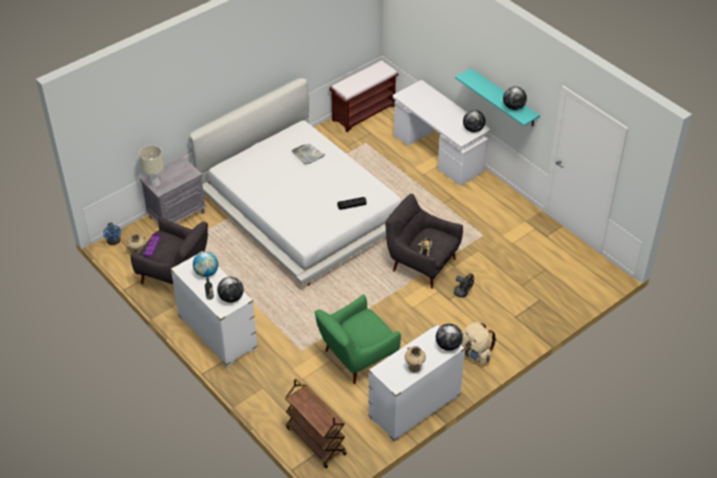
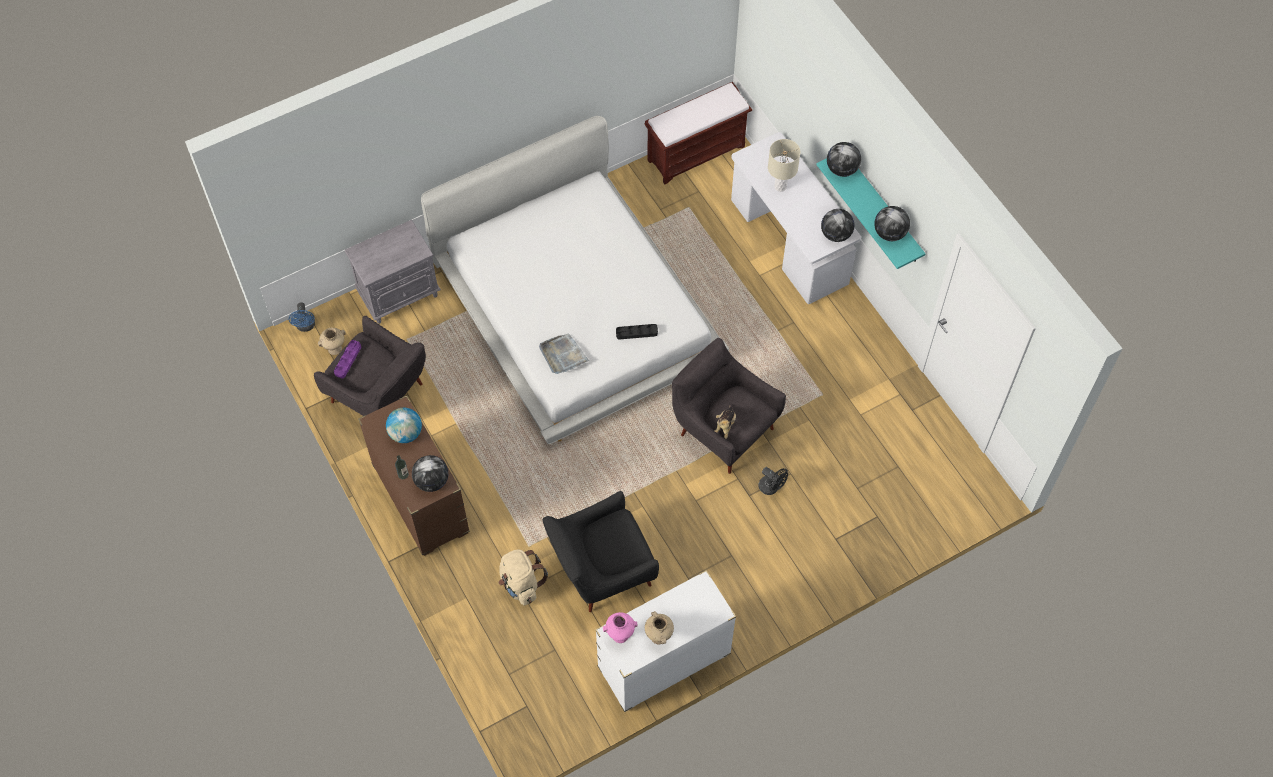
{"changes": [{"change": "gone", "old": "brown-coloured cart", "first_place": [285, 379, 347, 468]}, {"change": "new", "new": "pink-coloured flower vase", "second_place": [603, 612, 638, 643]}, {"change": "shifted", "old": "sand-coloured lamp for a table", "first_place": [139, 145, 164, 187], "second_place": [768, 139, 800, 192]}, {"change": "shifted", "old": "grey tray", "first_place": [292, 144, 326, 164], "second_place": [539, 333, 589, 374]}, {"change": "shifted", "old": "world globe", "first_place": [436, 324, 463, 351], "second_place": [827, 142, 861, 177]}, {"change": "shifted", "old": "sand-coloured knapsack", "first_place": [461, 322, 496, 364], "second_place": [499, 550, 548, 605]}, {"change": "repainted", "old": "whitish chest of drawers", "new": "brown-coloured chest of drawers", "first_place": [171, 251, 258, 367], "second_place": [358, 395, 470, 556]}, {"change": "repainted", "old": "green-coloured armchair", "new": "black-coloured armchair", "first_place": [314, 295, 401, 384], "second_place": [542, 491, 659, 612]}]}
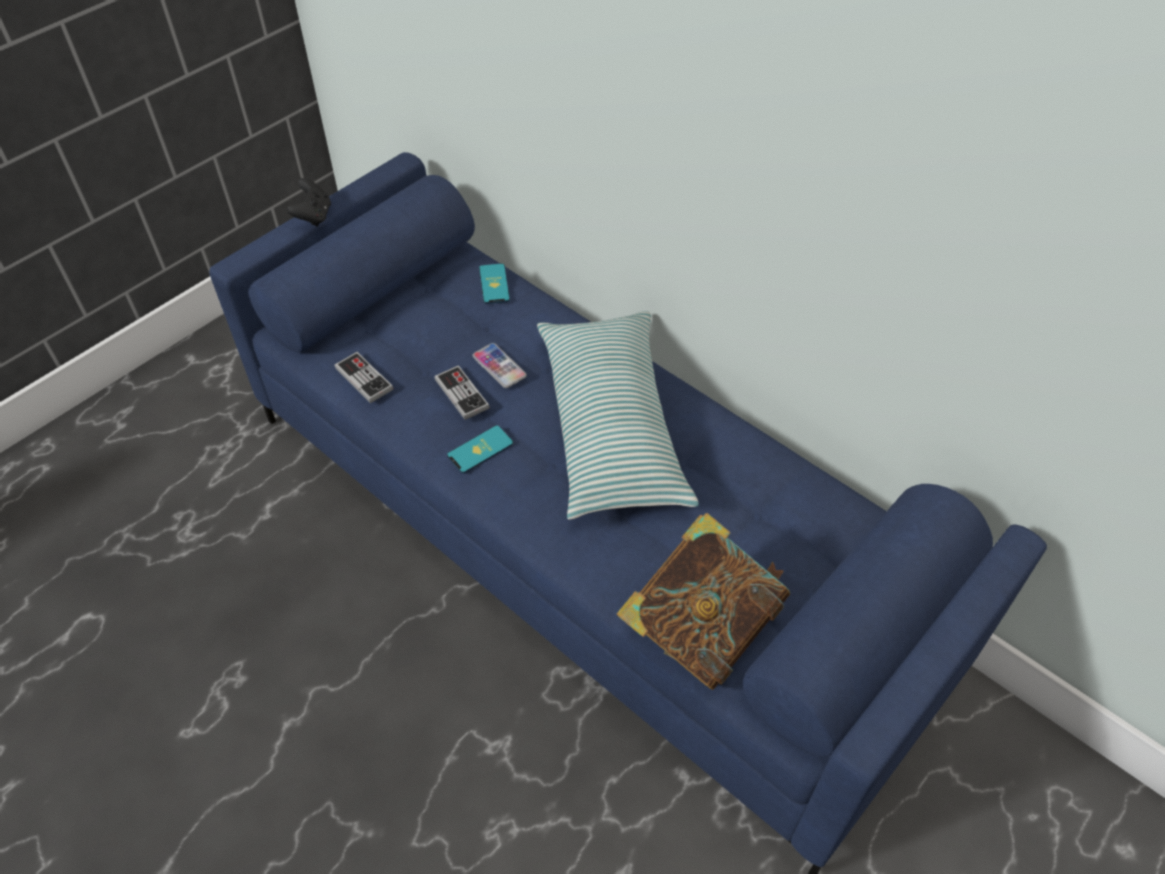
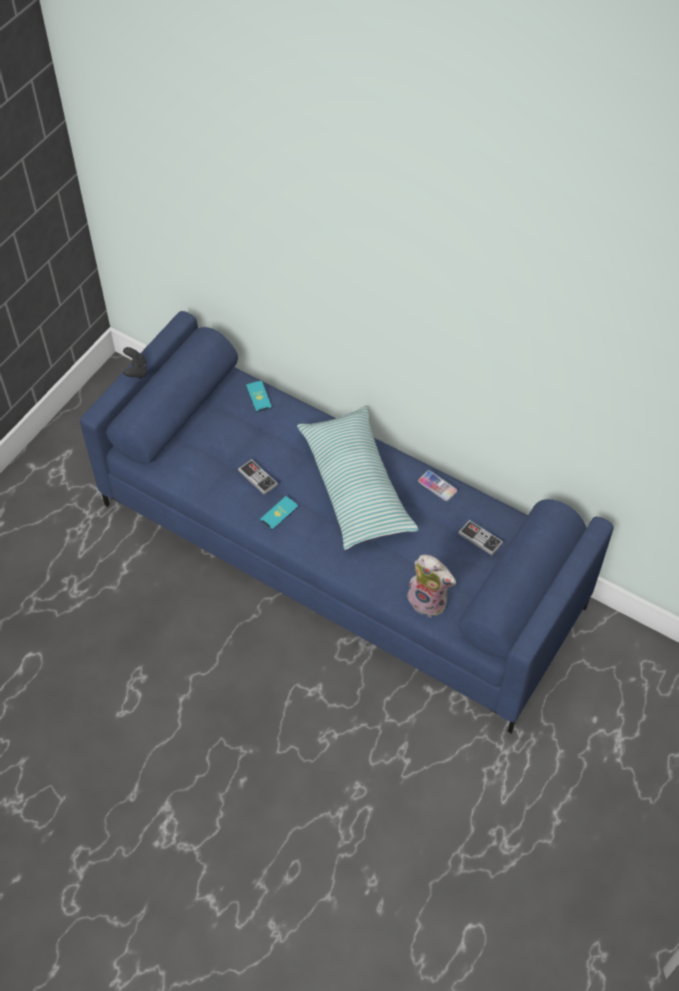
{"changes": [{"change": "shifted", "old": "joypad", "first_place": [335, 352, 393, 403], "second_place": [458, 520, 503, 556]}, {"change": "shifted", "old": "phone", "first_place": [473, 343, 527, 388], "second_place": [418, 470, 457, 501]}, {"change": "swapped", "old": "volume", "new": "cuddly toy", "first_place": [617, 513, 790, 690], "second_place": [407, 555, 456, 618]}]}
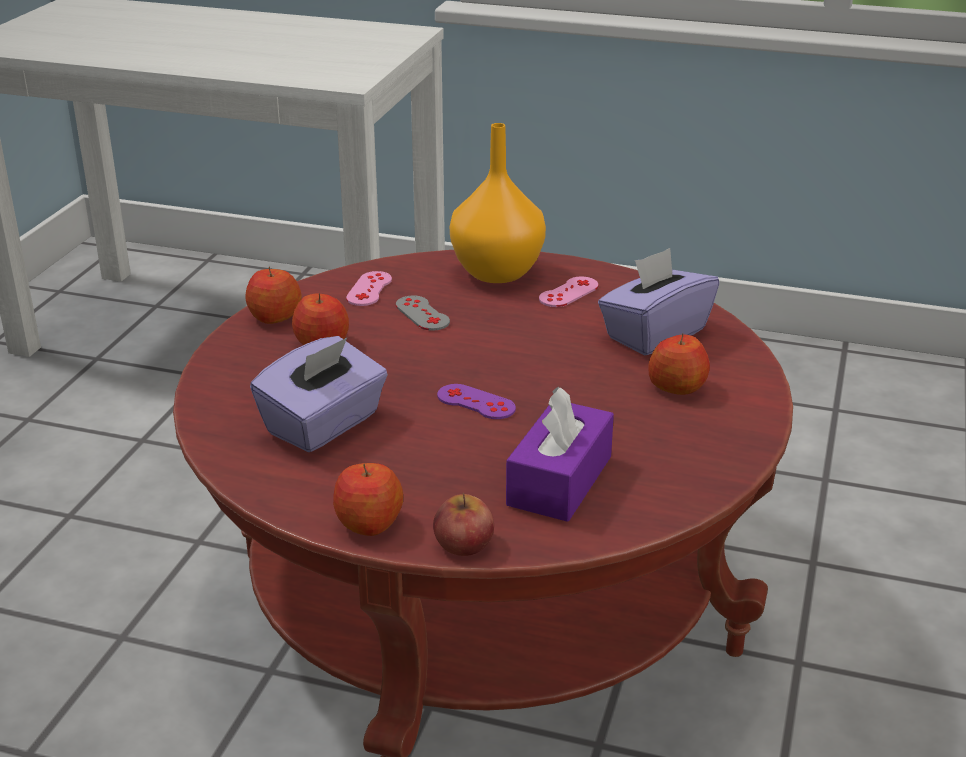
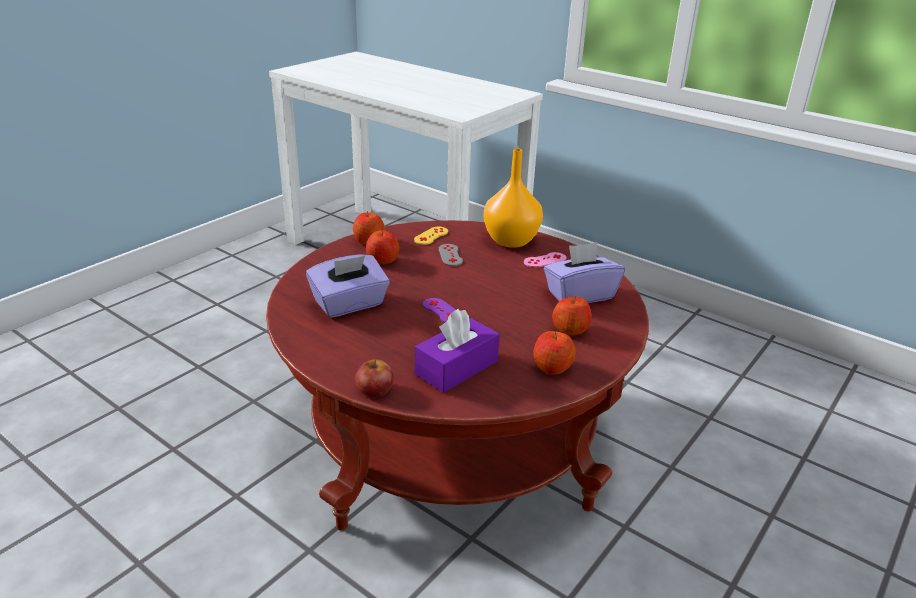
{"changes": [{"change": "shifted", "old": "apple", "first_place": [333, 463, 403, 536], "second_place": [533, 331, 576, 375]}, {"change": "repainted", "old": "pink-coloured joypad", "new": "yellow joypad", "first_place": [346, 271, 392, 306], "second_place": [414, 227, 448, 245]}]}
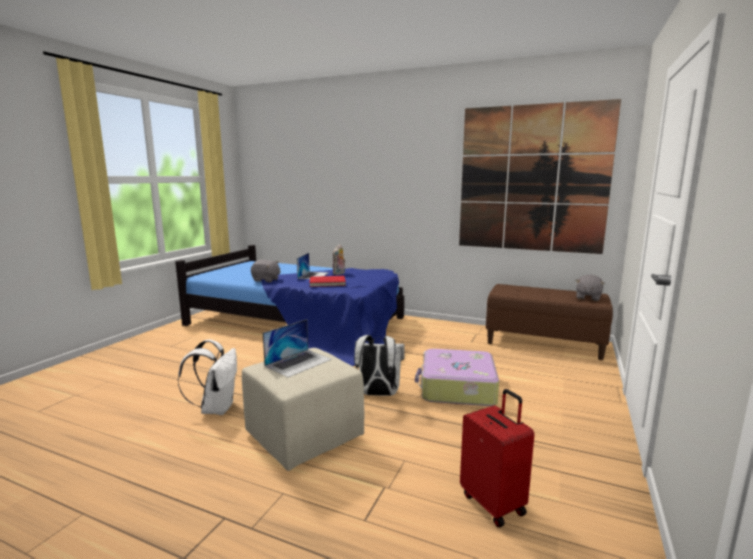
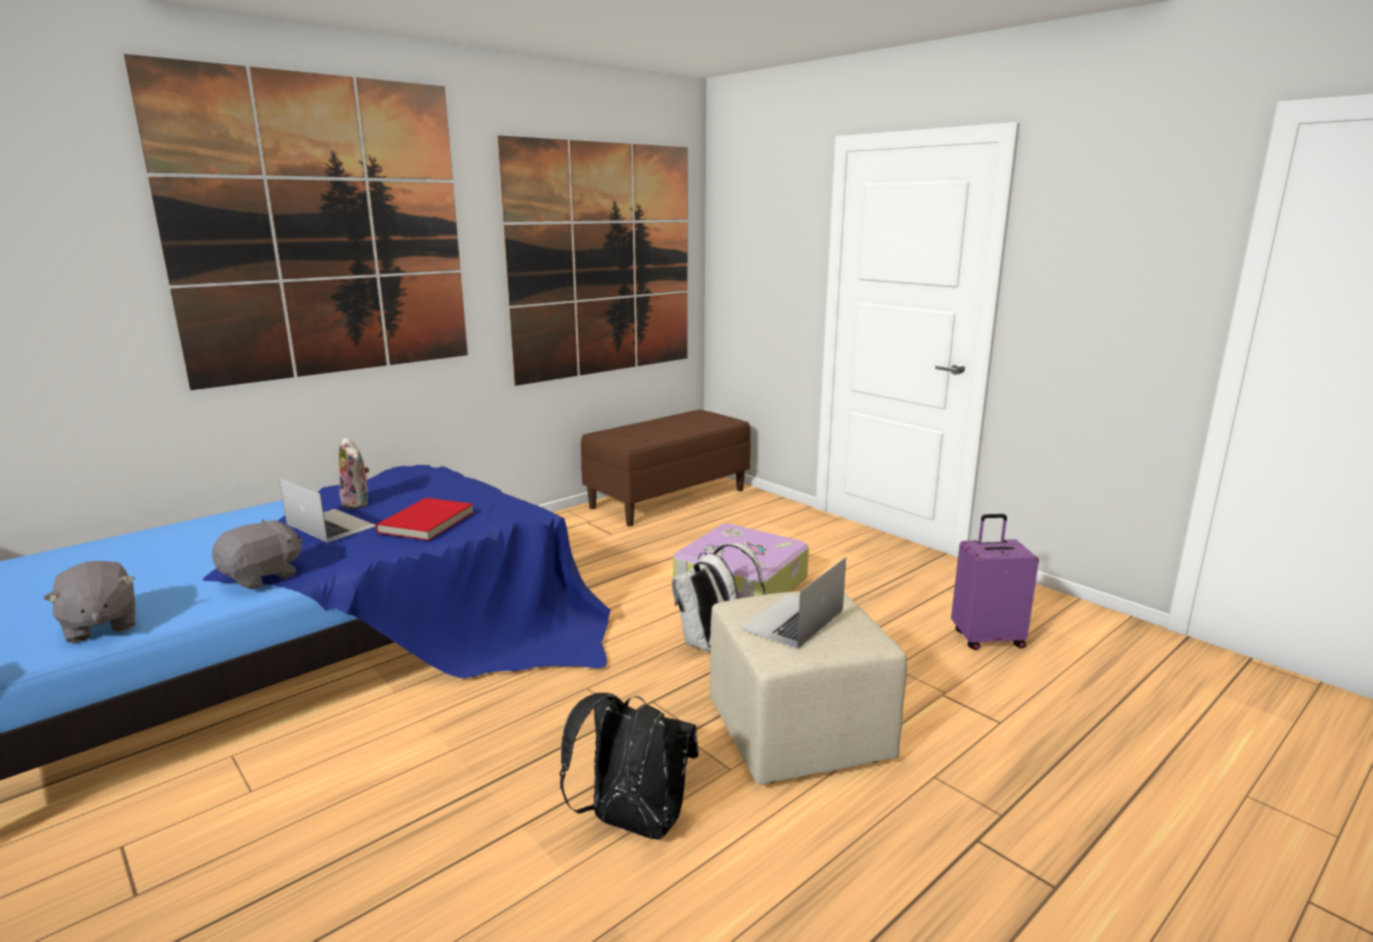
{"changes": [{"change": "new", "new": "wall art", "second_place": [124, 54, 468, 390]}, {"change": "shifted", "old": "grey cuddly toy", "first_place": [575, 275, 605, 301], "second_place": [43, 561, 135, 642]}, {"change": "repainted", "old": "whitish knapsack", "new": "black-coloured knapsack", "first_place": [178, 340, 237, 415], "second_place": [559, 693, 698, 840]}, {"change": "repainted", "old": "red-coloured suitcase", "new": "purple suitcase", "first_place": [460, 389, 535, 527], "second_place": [951, 514, 1039, 650]}, {"change": "rotated", "old": "portable computer", "first_place": [263, 319, 332, 377], "second_place": [741, 557, 846, 649], "degrees": -120}]}
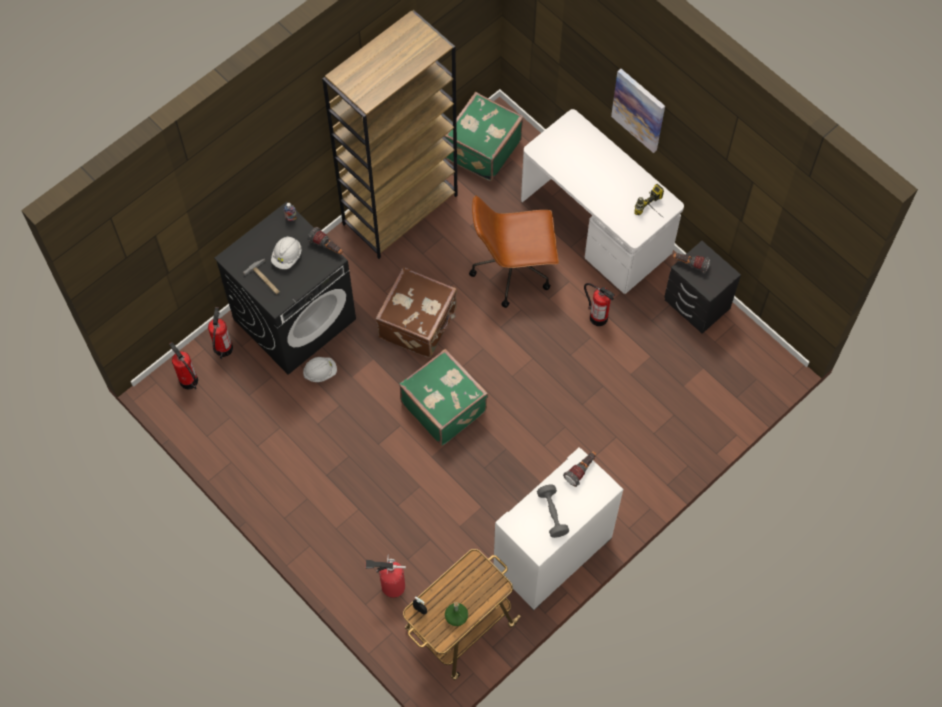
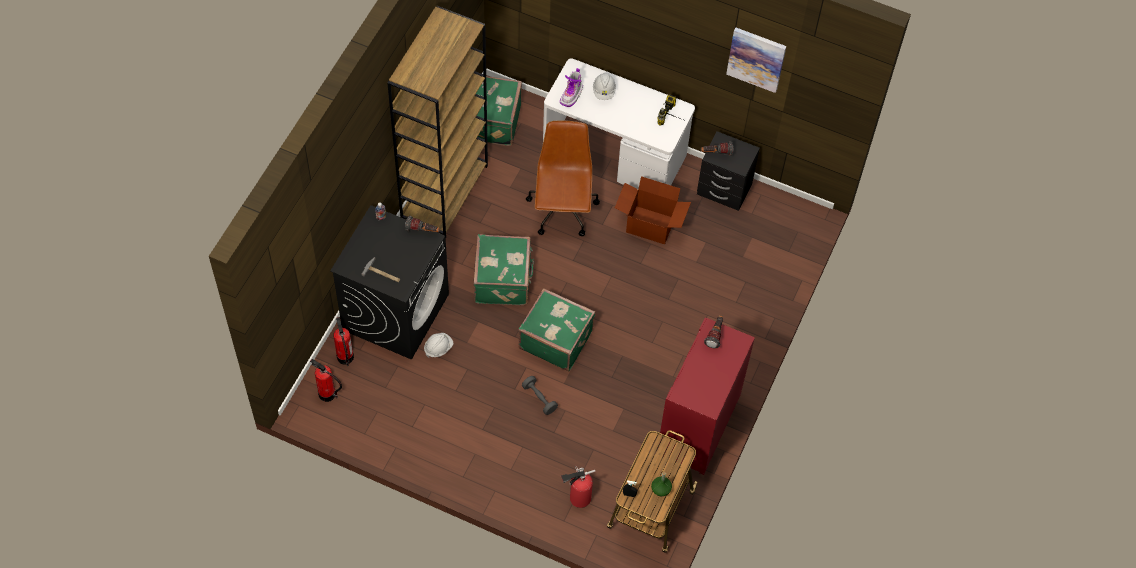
{"changes": [{"change": "new", "new": "boot", "second_place": [560, 68, 583, 107]}, {"change": "shifted", "old": "whitish work helmet", "first_place": [271, 236, 301, 269], "second_place": [593, 73, 616, 100]}, {"change": "shifted", "old": "grey dumbbell", "first_place": [537, 484, 569, 538], "second_place": [522, 376, 558, 415]}, {"change": "shifted", "old": "wall art", "first_place": [611, 69, 665, 153], "second_place": [726, 27, 786, 93]}, {"change": "swapped", "old": "fire extinguisher", "new": "packing box", "first_place": [584, 283, 615, 326], "second_place": [615, 176, 691, 244]}, {"change": "repainted", "old": "brown-coloured suitcase", "new": "green-coloured suitcase", "first_place": [375, 267, 457, 358], "second_place": [474, 234, 535, 305]}, {"change": "repainted", "old": "whitish cupboard", "new": "red-coloured cupboard", "first_place": [494, 447, 623, 610], "second_place": [657, 318, 755, 475]}, {"change": "rotated", "old": "brown-coloured desk chair", "first_place": [469, 195, 559, 308], "second_place": [526, 121, 600, 236], "degrees": 120}]}
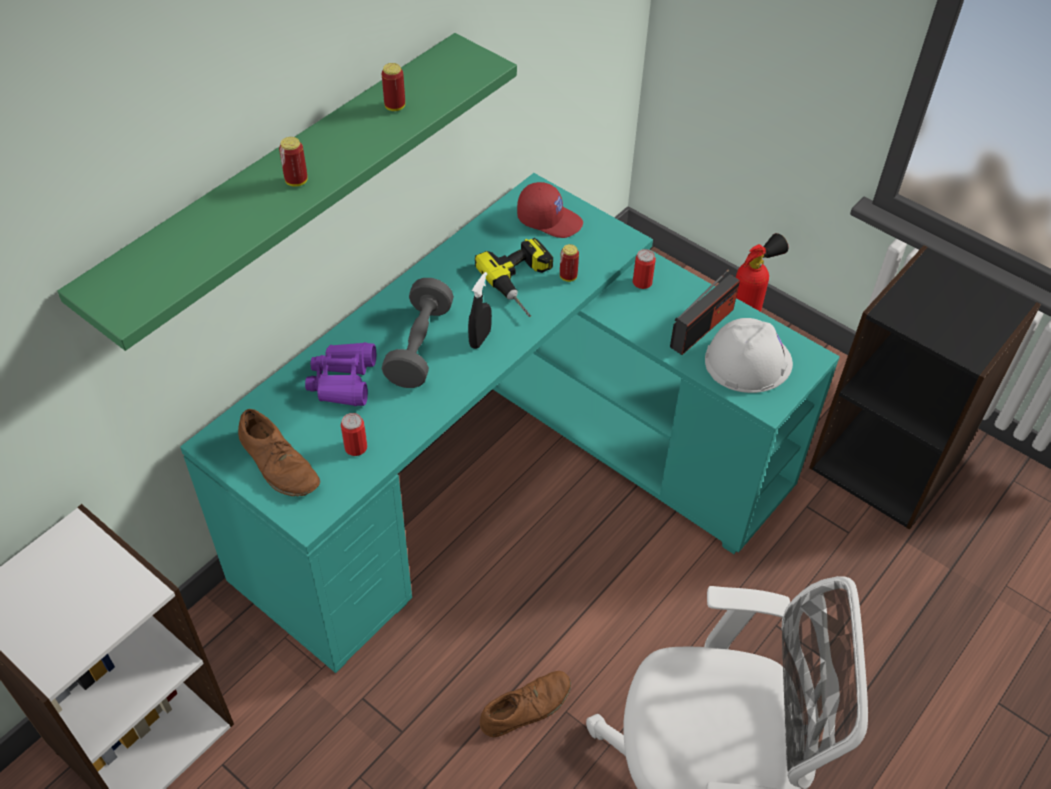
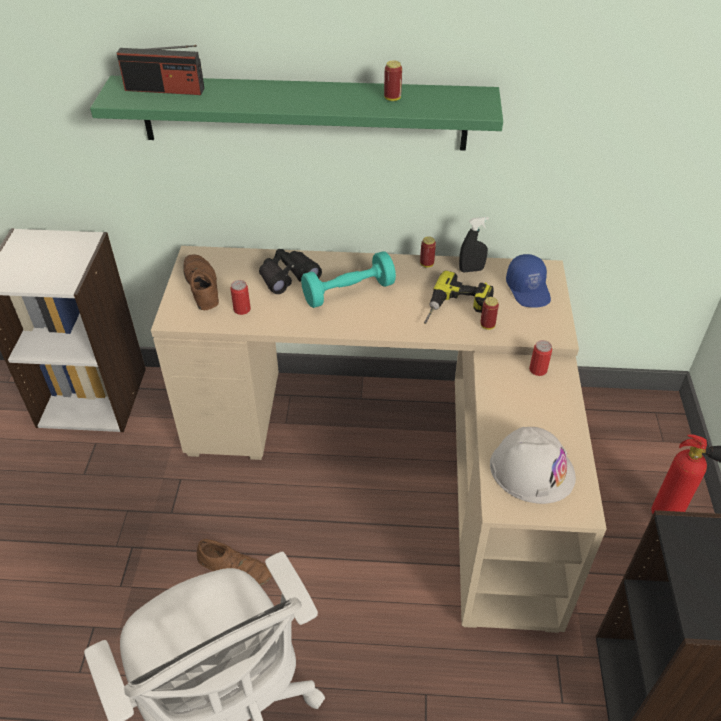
{"changes": [{"change": "shifted", "old": "can", "first_place": [279, 137, 308, 187], "second_place": [420, 236, 436, 268]}, {"change": "shifted", "old": "black-coloured hand sprayer", "first_place": [468, 272, 492, 349], "second_place": [459, 217, 489, 273]}, {"change": "shifted", "old": "radio receiver", "first_place": [670, 269, 740, 355], "second_place": [117, 45, 205, 95]}, {"change": "repainted", "old": "turquoise-coloured desk unit", "new": "sand-coloured desk unit", "first_place": [180, 173, 840, 673], "second_place": [151, 246, 607, 633]}, {"change": "repainted", "old": "purple field glasses", "new": "black-coloured field glasses", "first_place": [305, 342, 376, 406], "second_place": [259, 249, 322, 294]}, {"change": "repainted", "old": "grey dumbbell", "new": "turquoise-coloured dumbbell", "first_place": [382, 278, 454, 388], "second_place": [301, 251, 396, 308]}, {"change": "repainted", "old": "red-coloured cap", "new": "blue cap", "first_place": [517, 182, 583, 238], "second_place": [506, 254, 551, 308]}, {"change": "rotated", "old": "brown-coloured low shoe", "first_place": [238, 409, 320, 496], "second_place": [183, 254, 219, 310], "degrees": 150}]}
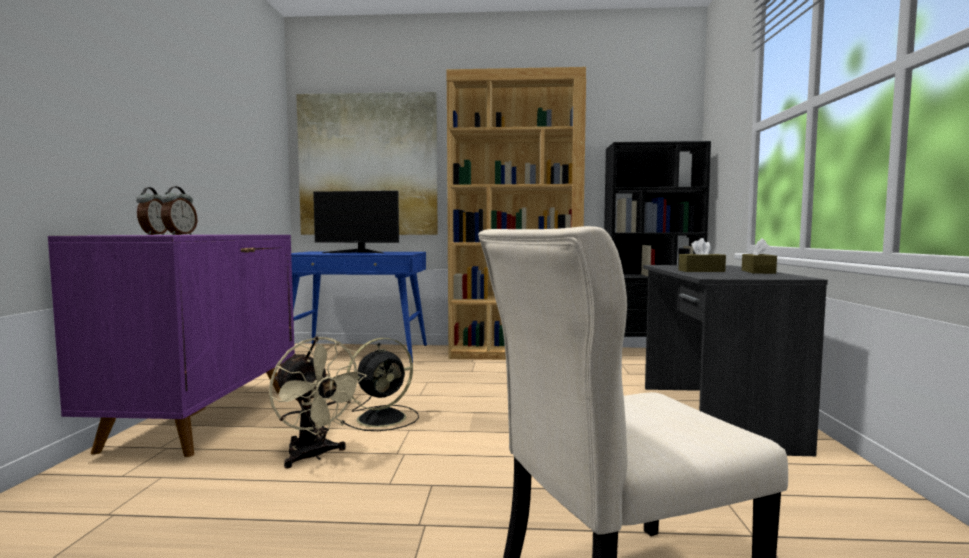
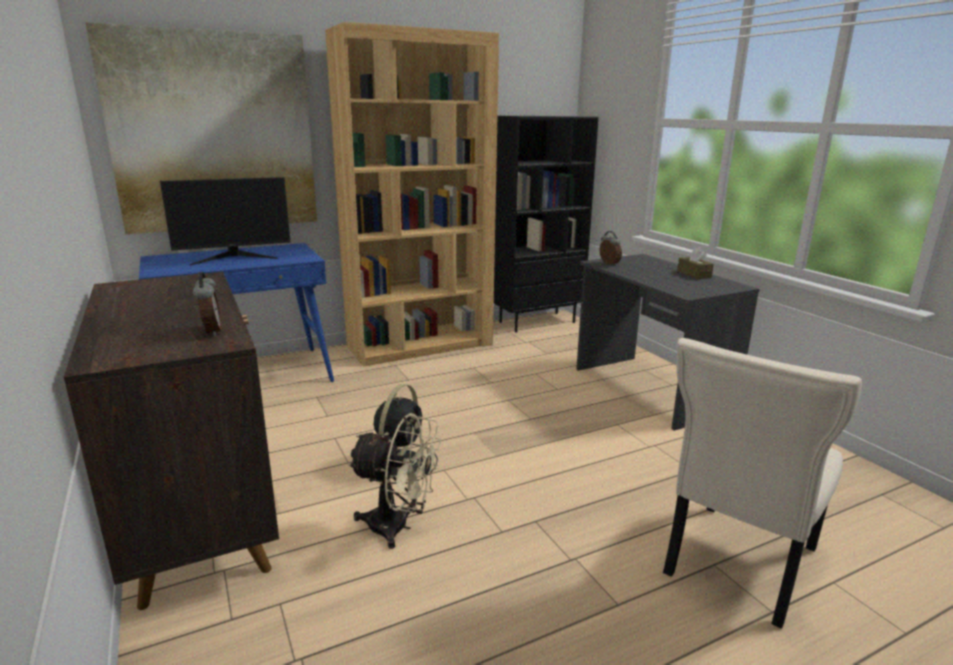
{"changes": [{"change": "gone", "old": "brown-coloured tissue box", "first_place": [679, 238, 726, 272]}, {"change": "shifted", "old": "table clock", "first_place": [136, 187, 167, 235], "second_place": [600, 231, 622, 266]}, {"change": "repainted", "old": "purple cupboard", "new": "brown-coloured cupboard", "first_place": [48, 235, 295, 457], "second_place": [64, 272, 279, 610]}]}
